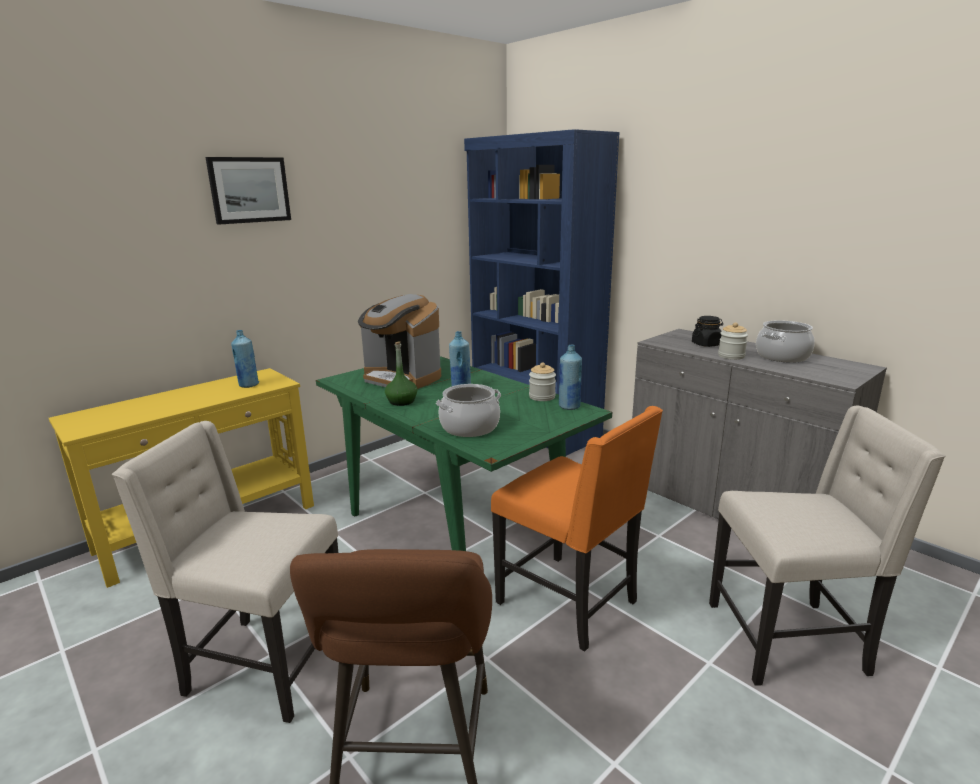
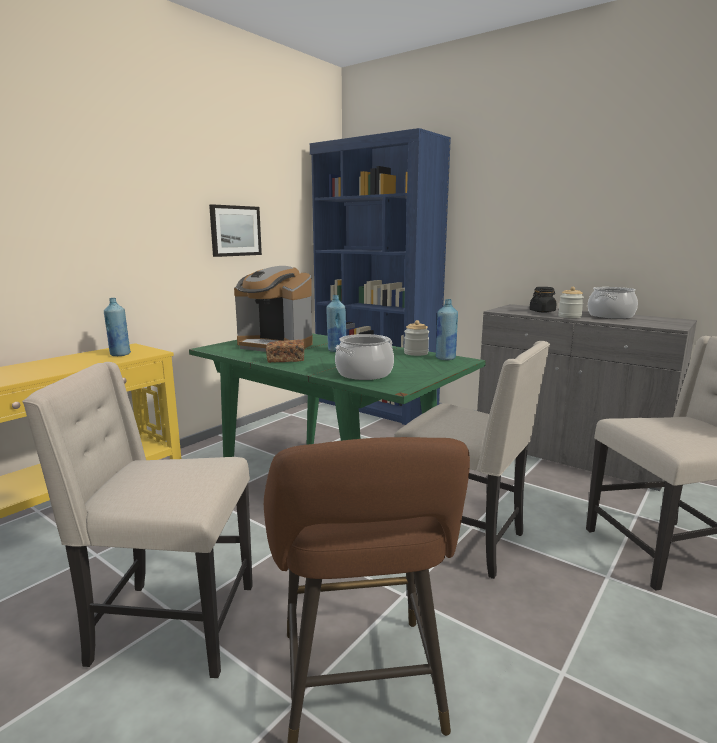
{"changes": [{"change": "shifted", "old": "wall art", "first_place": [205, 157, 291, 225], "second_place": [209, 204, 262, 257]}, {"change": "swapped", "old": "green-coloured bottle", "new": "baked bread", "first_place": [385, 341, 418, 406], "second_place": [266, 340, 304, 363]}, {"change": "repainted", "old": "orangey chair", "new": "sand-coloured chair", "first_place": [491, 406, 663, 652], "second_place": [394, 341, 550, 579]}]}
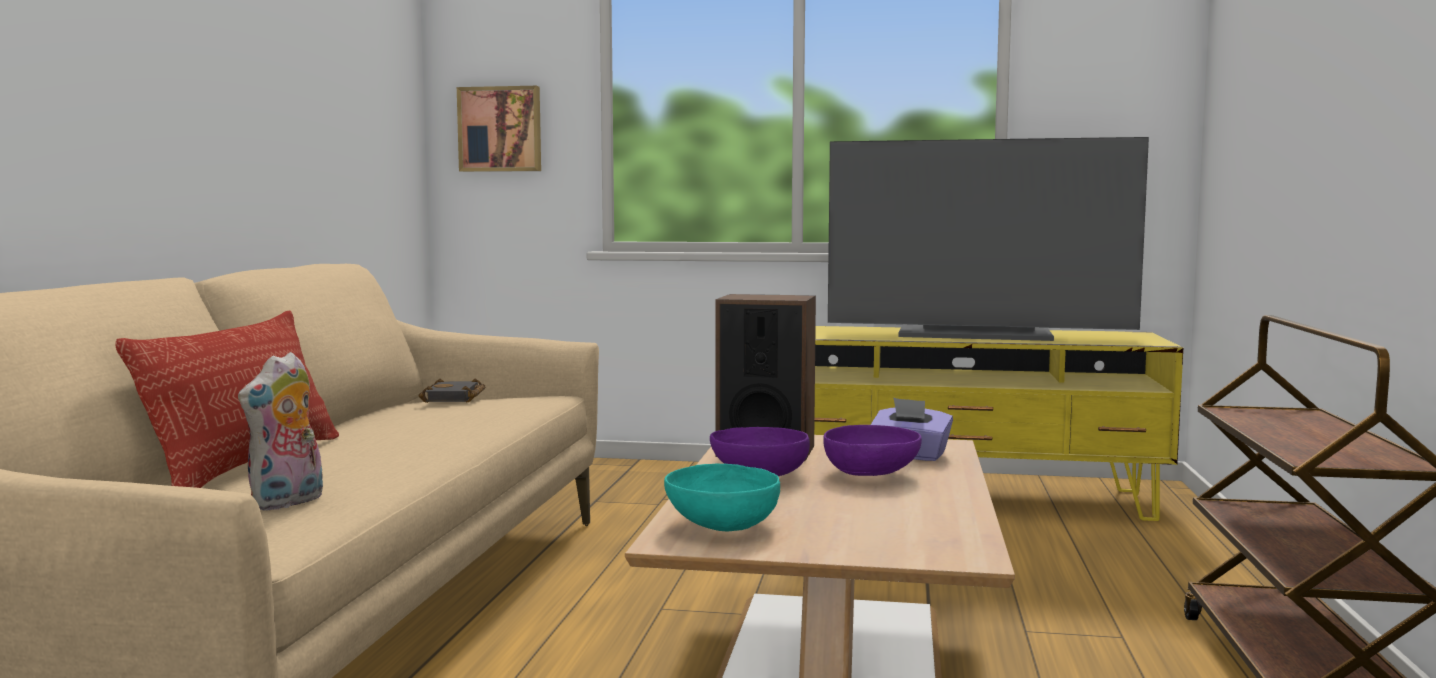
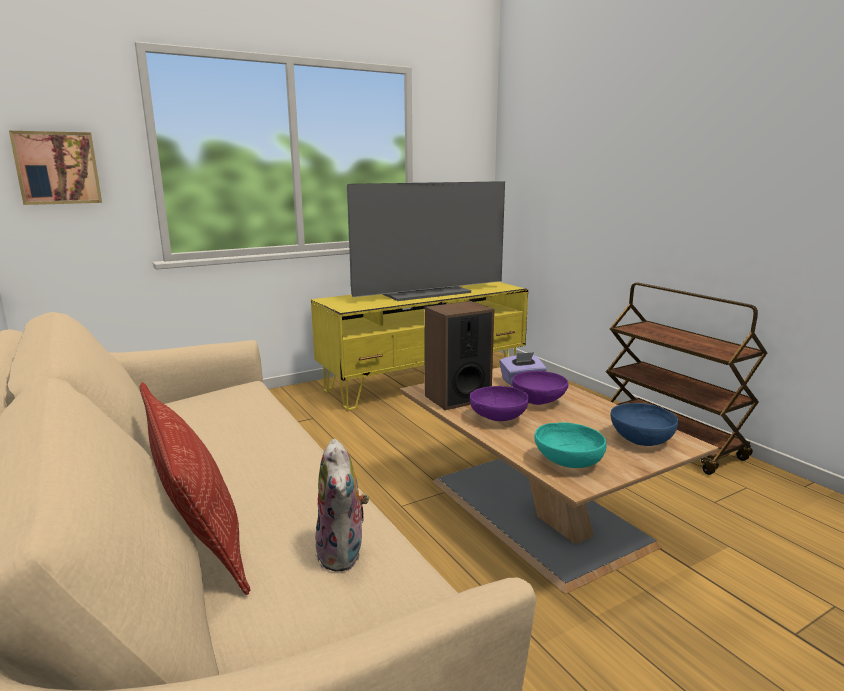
{"changes": [{"change": "gone", "old": "black-coloured volume", "first_place": [418, 379, 486, 403]}, {"change": "new", "new": "blue bowl", "second_place": [611, 403, 678, 446]}]}
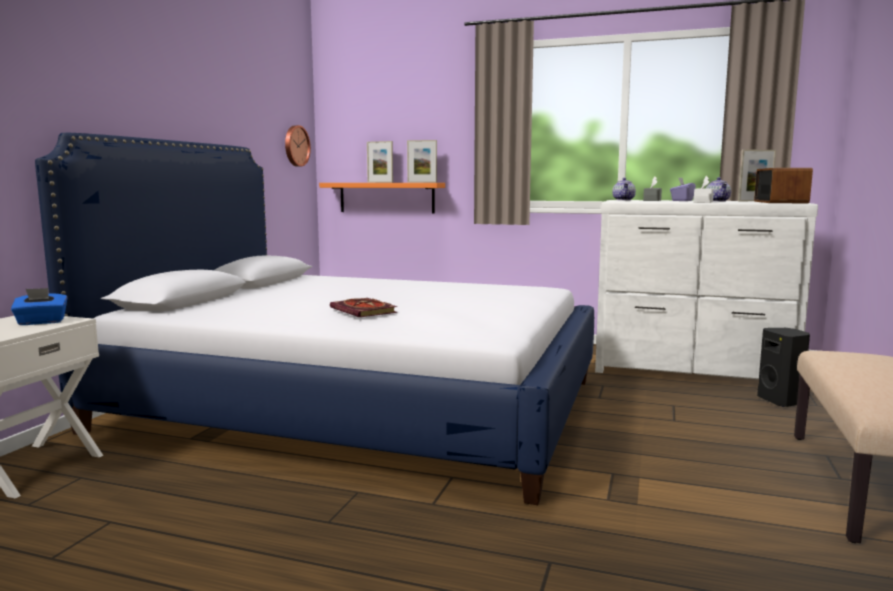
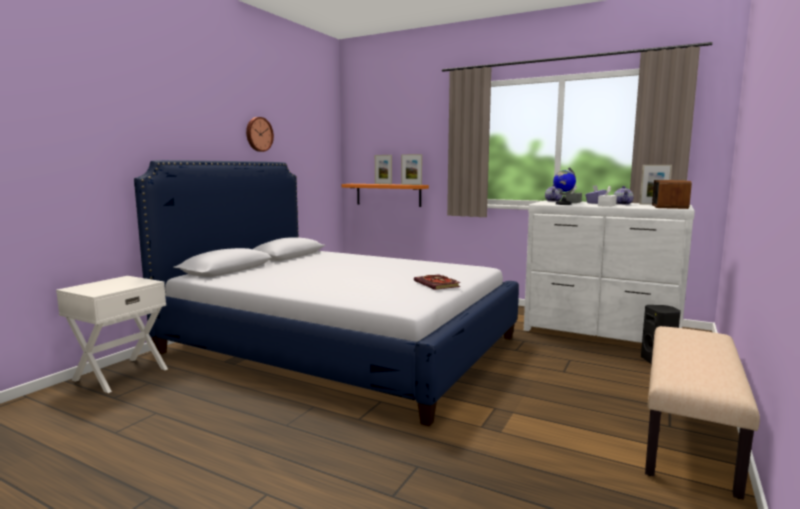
{"changes": [{"change": "gone", "old": "blue tissue box", "first_place": [11, 288, 67, 325]}, {"change": "new", "new": "world globe", "second_place": [553, 167, 576, 205]}, {"change": "shifted", "old": "clock on the wall", "first_place": [285, 125, 311, 167], "second_place": [246, 117, 274, 152]}, {"change": "shifted", "old": "volume", "first_place": [330, 298, 397, 317], "second_place": [414, 274, 461, 290]}]}
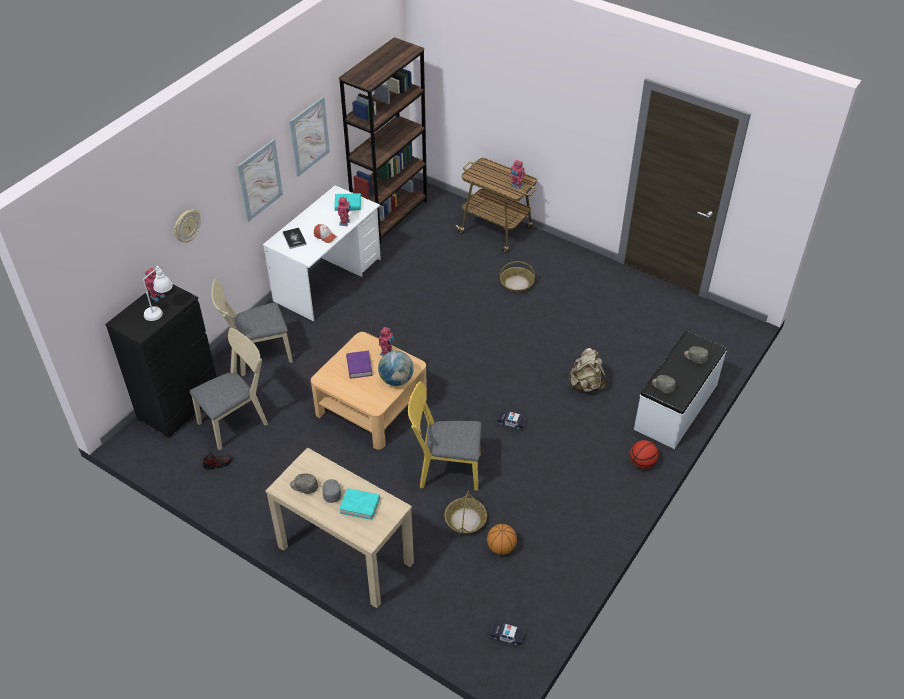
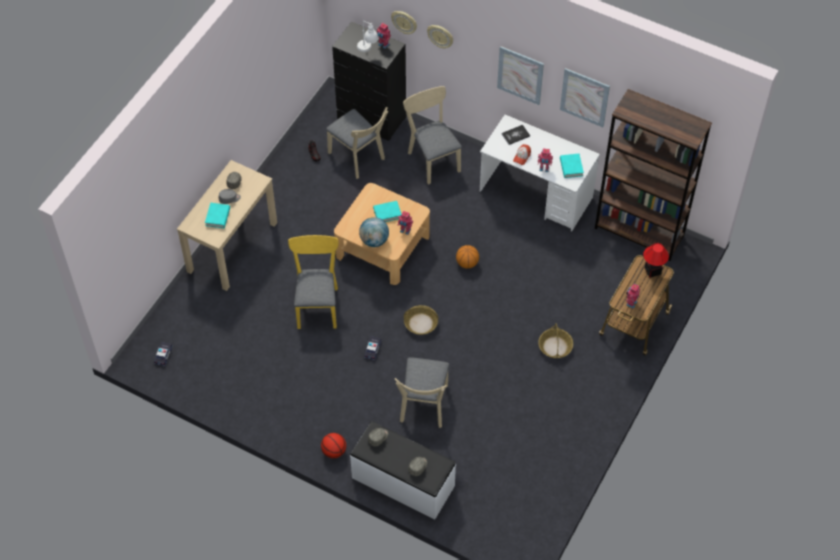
{"changes": [{"change": "new", "new": "clock on the wall", "second_place": [391, 11, 417, 34]}, {"change": "new", "new": "lamp for a table", "second_place": [643, 243, 669, 278]}, {"change": "shifted", "old": "basket", "first_place": [444, 490, 487, 534], "second_place": [404, 305, 438, 335]}, {"change": "shifted", "old": "basketball ball", "first_place": [487, 524, 517, 555], "second_place": [456, 245, 479, 269]}, {"change": "swapped", "old": "sand-coloured knapsack", "new": "sand-coloured chair", "first_place": [568, 348, 607, 392], "second_place": [395, 357, 449, 428]}, {"change": "repainted", "old": "purple volume", "new": "turquoise-coloured volume", "first_place": [346, 350, 373, 378], "second_place": [373, 201, 401, 222]}]}
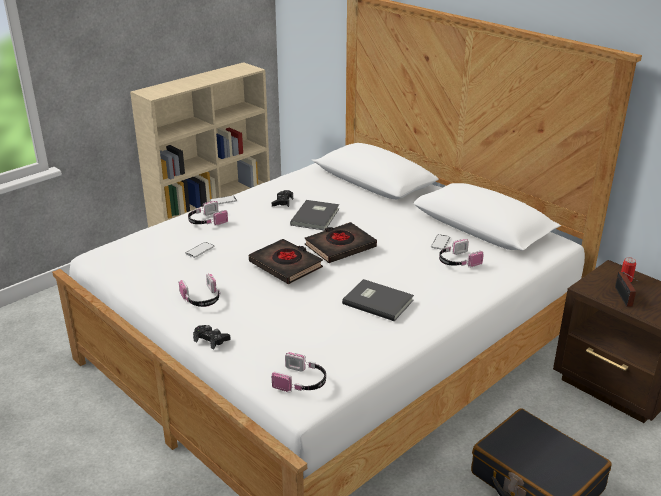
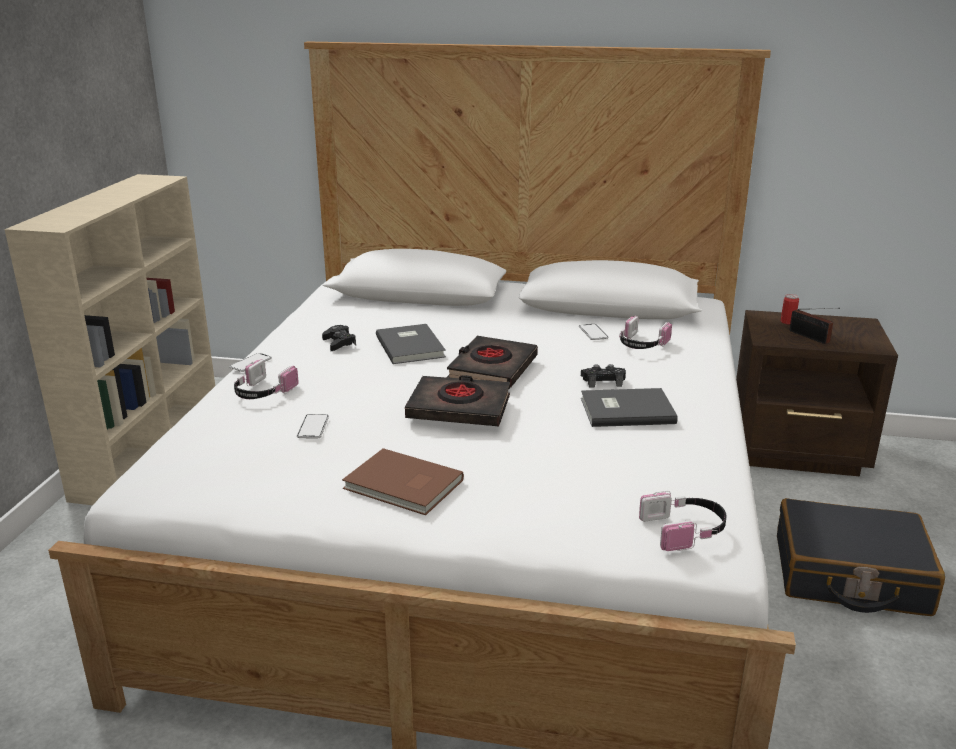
{"changes": [{"change": "shifted", "old": "black-coloured joypad", "first_place": [193, 325, 230, 349], "second_place": [581, 364, 626, 388]}, {"change": "swapped", "old": "pair of headphones", "new": "brown-coloured volume", "first_place": [179, 273, 220, 307], "second_place": [342, 448, 464, 515]}]}
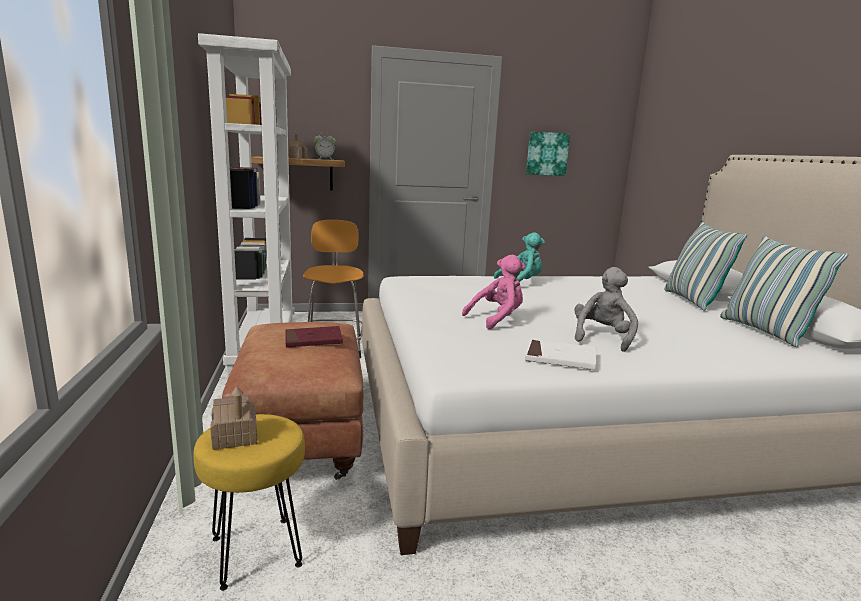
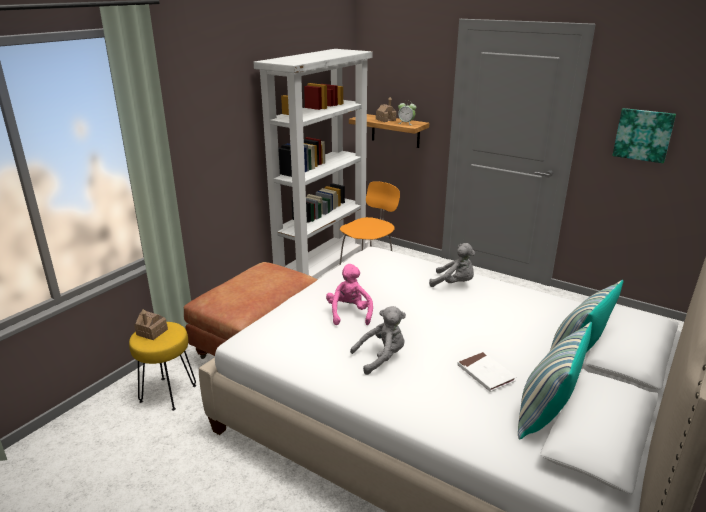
{"changes": [{"change": "gone", "old": "red-coloured volume", "first_place": [286, 326, 343, 348]}, {"change": "shifted", "old": "whitish volume", "first_place": [525, 340, 596, 370], "second_place": [458, 352, 516, 392]}, {"change": "repainted", "old": "turquoise-coloured cuddly toy", "new": "grey cuddly toy", "first_place": [494, 232, 545, 282], "second_place": [429, 243, 475, 287]}, {"change": "rotated", "old": "pink-coloured cuddly toy", "first_place": [462, 255, 525, 330], "second_place": [326, 264, 373, 325], "degrees": -105}]}
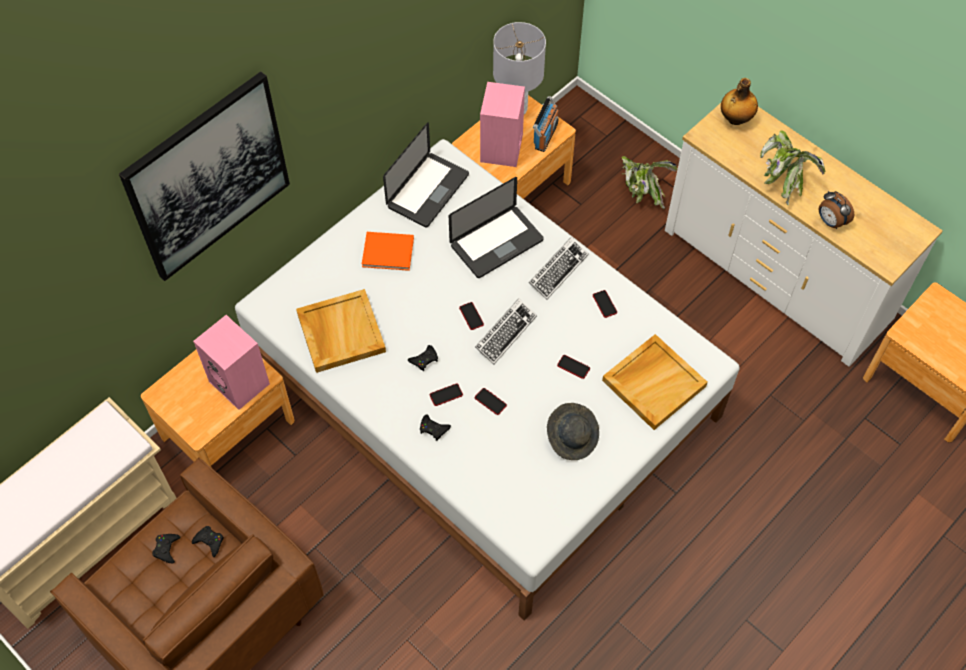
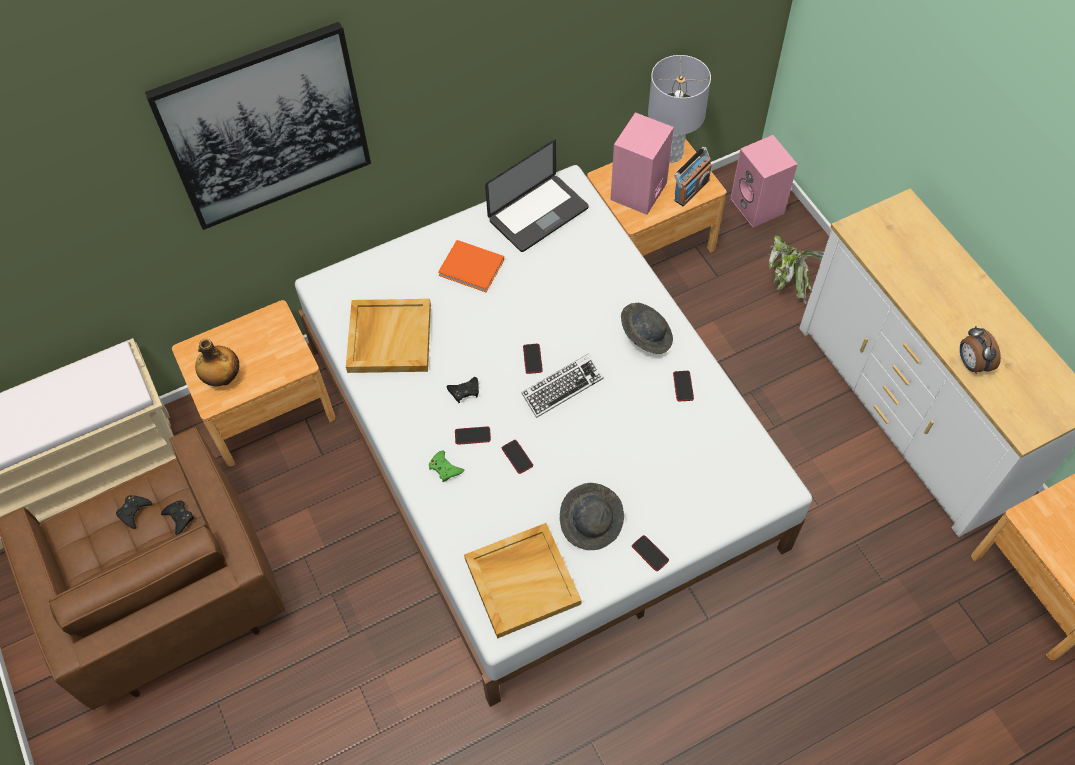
{"changes": [{"change": "gone", "old": "portable computer", "first_place": [449, 177, 544, 278]}, {"change": "gone", "old": "potted plant", "first_place": [760, 130, 825, 206]}, {"change": "shifted", "old": "pink-coloured loudspeaker", "first_place": [193, 315, 270, 410], "second_place": [730, 135, 798, 227]}, {"change": "shifted", "old": "phone", "first_place": [557, 355, 590, 379], "second_place": [632, 535, 669, 571]}, {"change": "shifted", "old": "sand-coloured tray", "first_place": [602, 334, 708, 430], "second_place": [464, 523, 582, 639]}, {"change": "shifted", "old": "bottle", "first_place": [721, 78, 758, 125], "second_place": [195, 339, 239, 386]}, {"change": "swapped", "old": "keyboard", "new": "grey clothing hat", "first_place": [529, 237, 589, 300], "second_place": [621, 303, 673, 354]}, {"change": "repainted", "old": "black-coloured joypad", "new": "green-coloured joypad", "first_place": [420, 414, 451, 441], "second_place": [429, 451, 464, 482]}]}
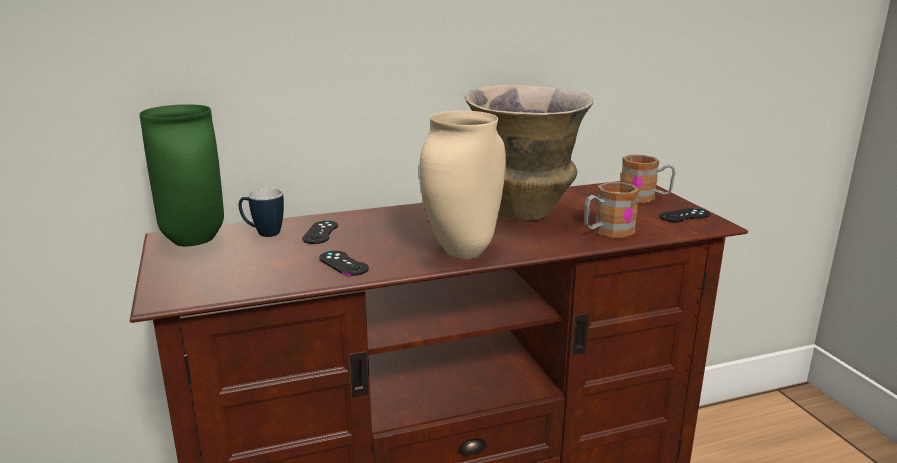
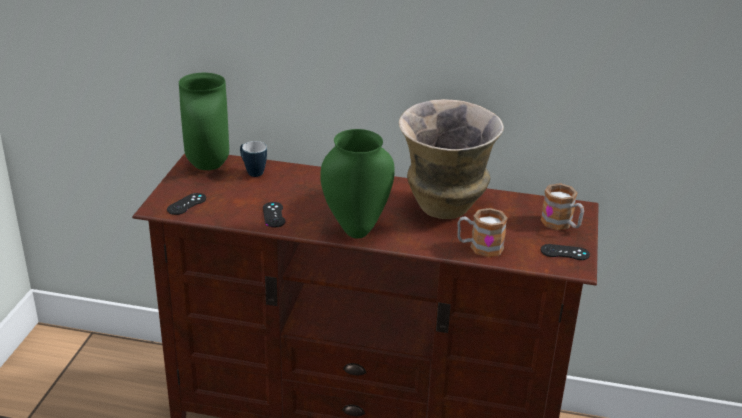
{"changes": [{"change": "shifted", "old": "black-coloured joypad", "first_place": [302, 221, 338, 244], "second_place": [167, 193, 206, 215]}, {"change": "repainted", "old": "sand-coloured flower vase", "new": "green-coloured flower vase", "first_place": [419, 111, 506, 259], "second_place": [320, 129, 395, 239]}]}
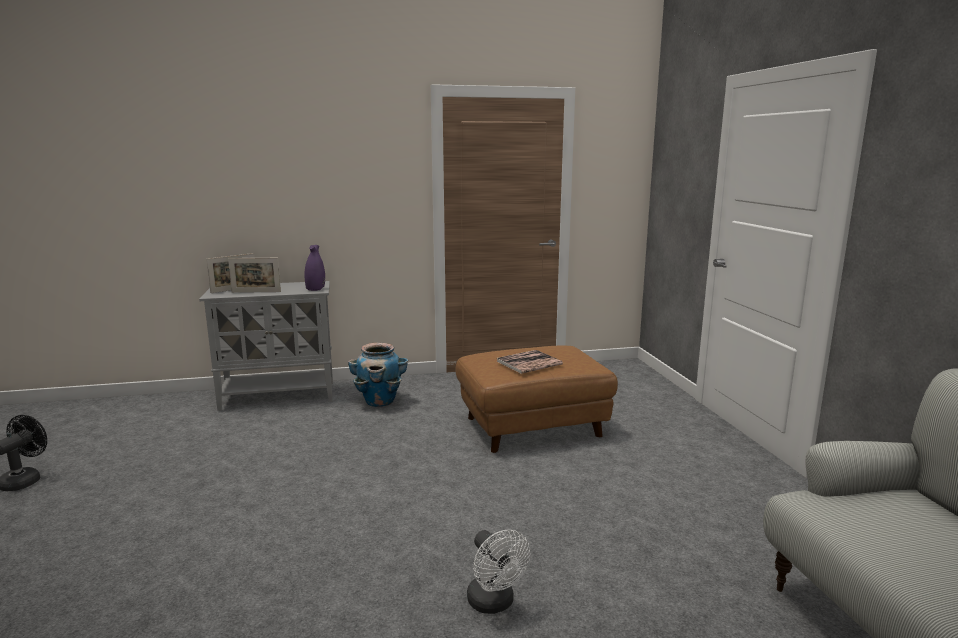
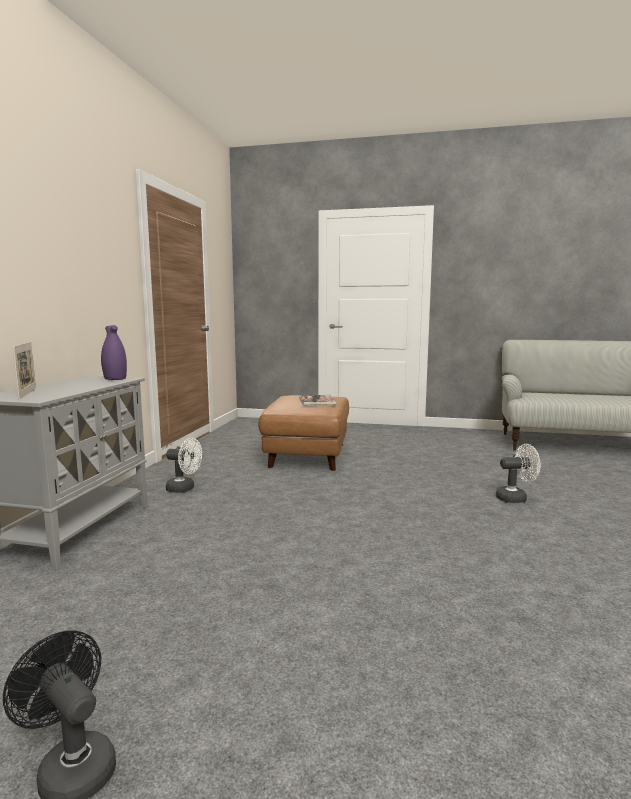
{"changes": [{"change": "gone", "old": "photo frame", "first_place": [228, 258, 281, 293]}, {"change": "swapped", "old": "flower pot", "new": "whitish electric fan", "first_place": [348, 342, 408, 407], "second_place": [166, 438, 202, 493]}]}
